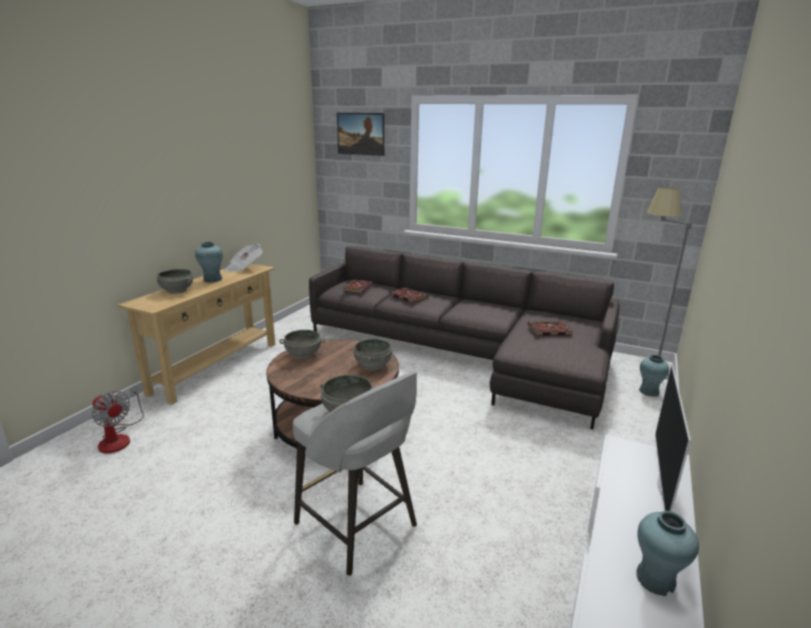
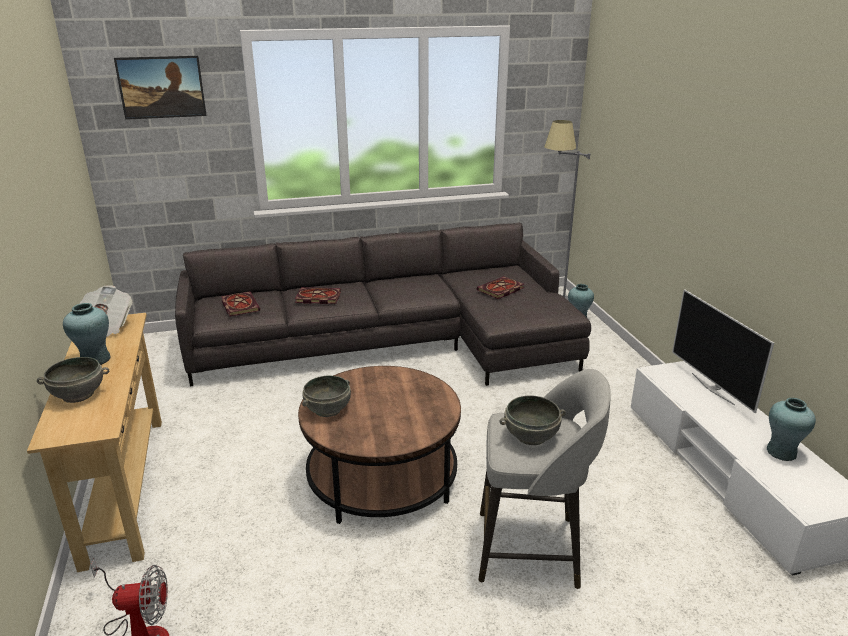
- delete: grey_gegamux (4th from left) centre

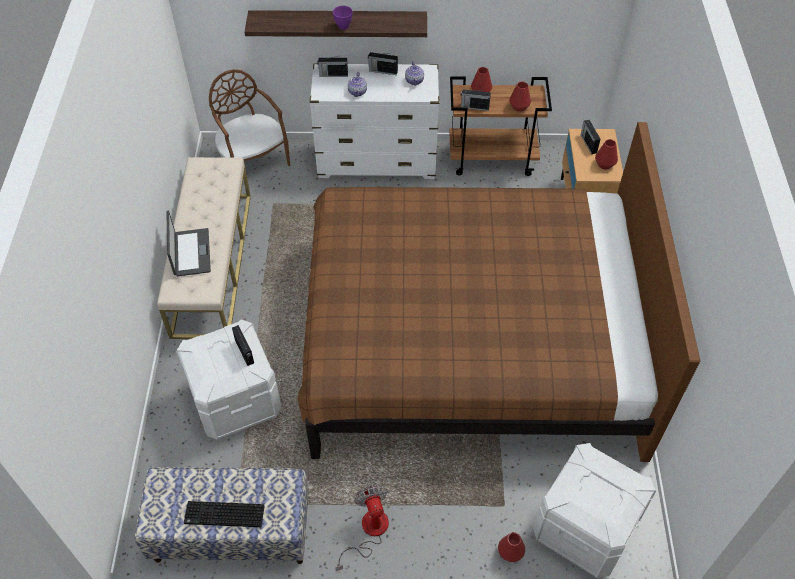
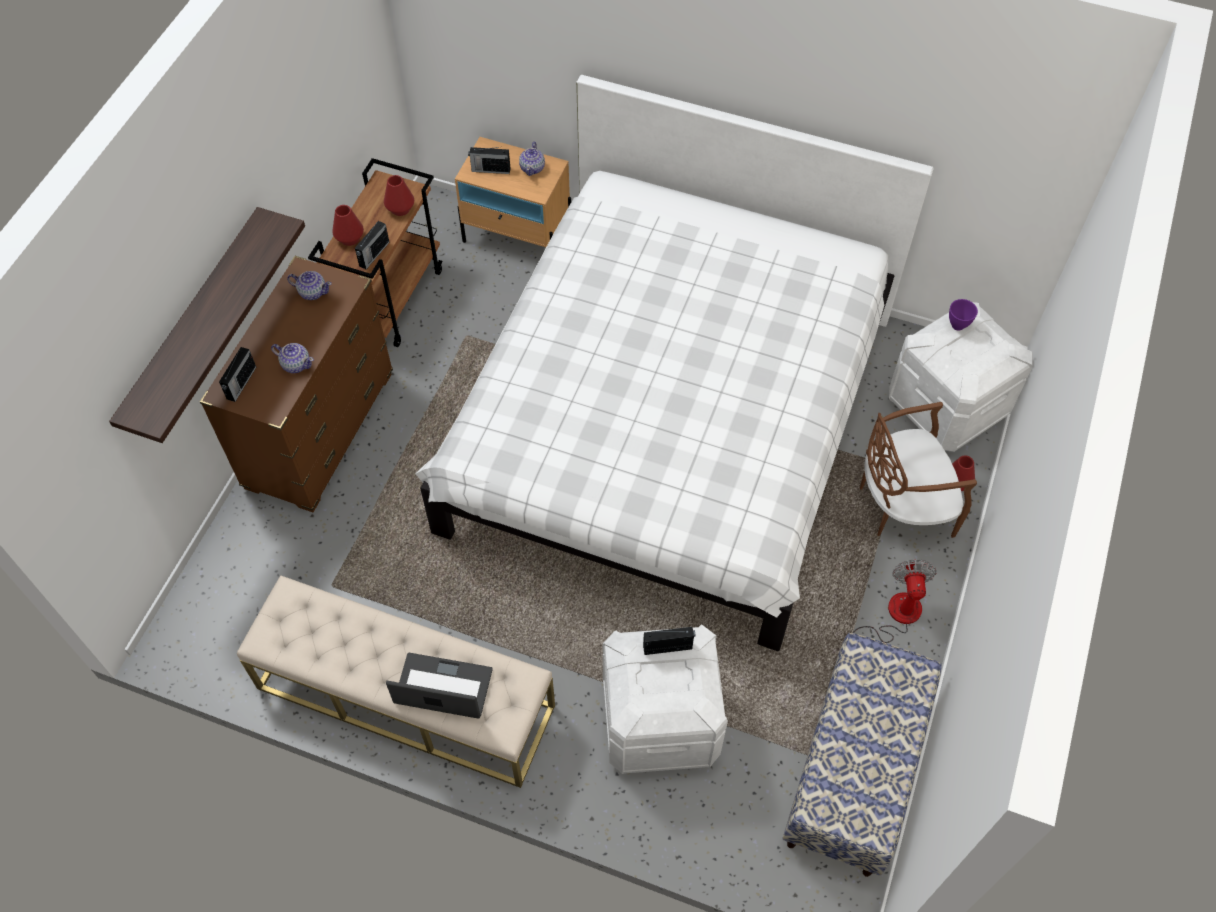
- delete: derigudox bottom left
- move: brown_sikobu top left to middle right
- recolor: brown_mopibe centre to white_mopibe centre
- recolor: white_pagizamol top centre to brown_pagizamol middle left
- move: purple_gegamux top centre to middle right
- rotate: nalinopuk bottom centre = middle right 90 degrees clockwise
- delete: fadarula (3rd from left) top centre
- replace: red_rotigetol (4th from left) top right to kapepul (3rd from left) top centre

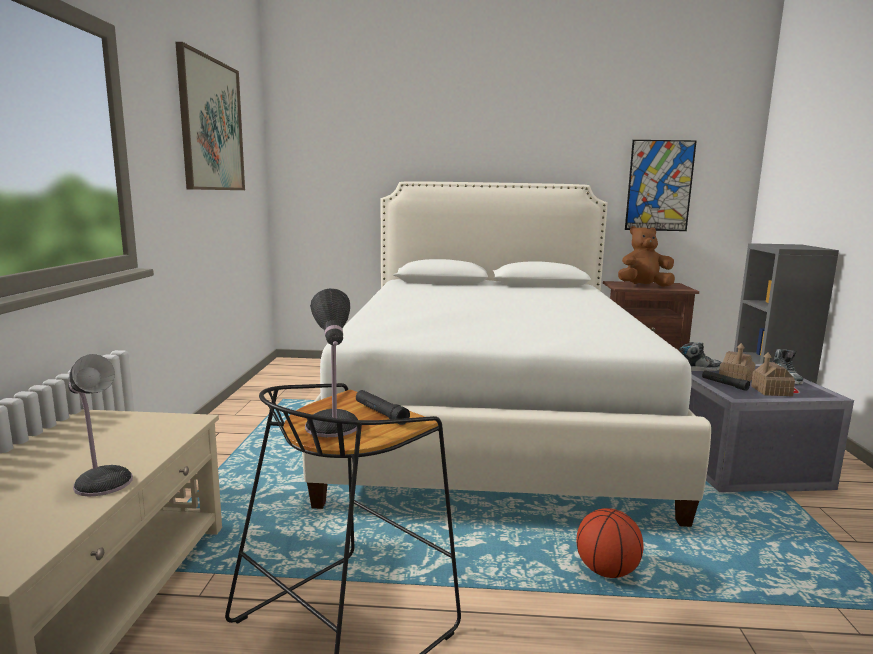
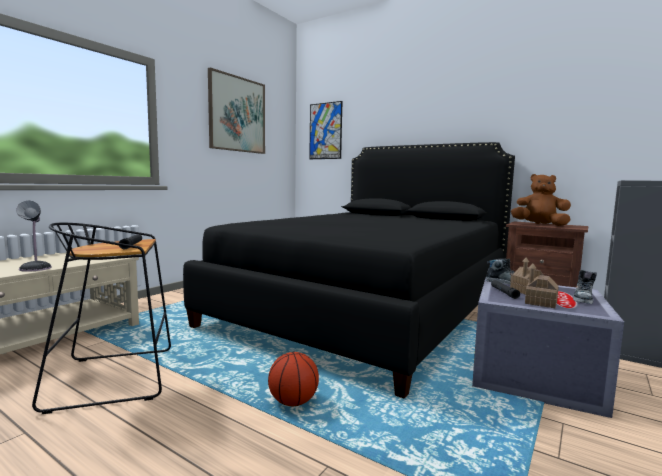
- recolor: white_mopibe centre to black_mopibe centre
- delete: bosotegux (2nd from left) centre
- move: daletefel (2nd from left) top right to top centre

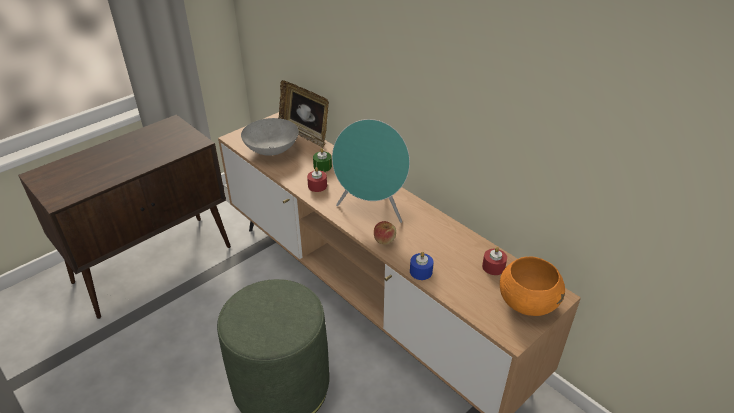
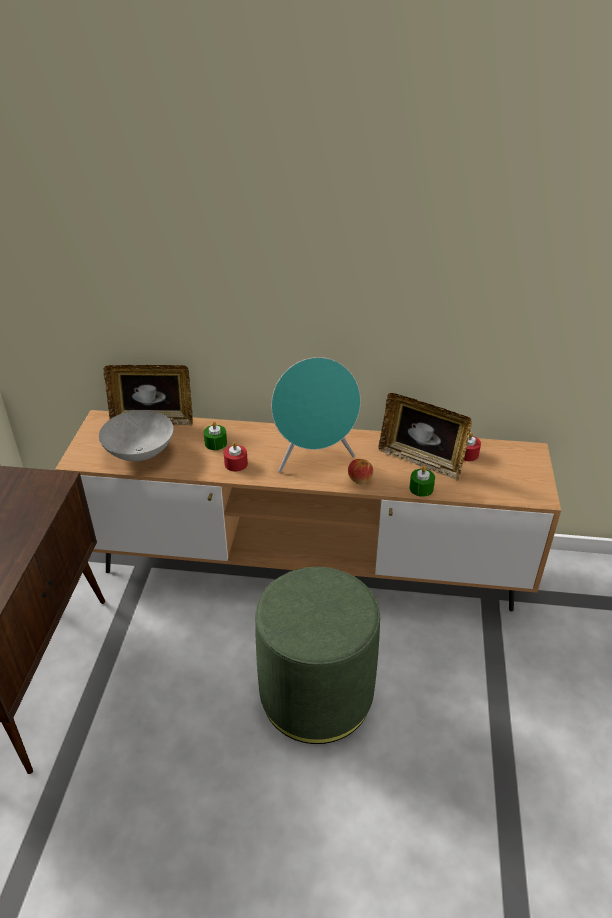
- recolor: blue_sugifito centre to green_sugifito (2nd from left) middle right
- delete: orange_gegamux bottom right
- insert: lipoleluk (2nd from left) middle right

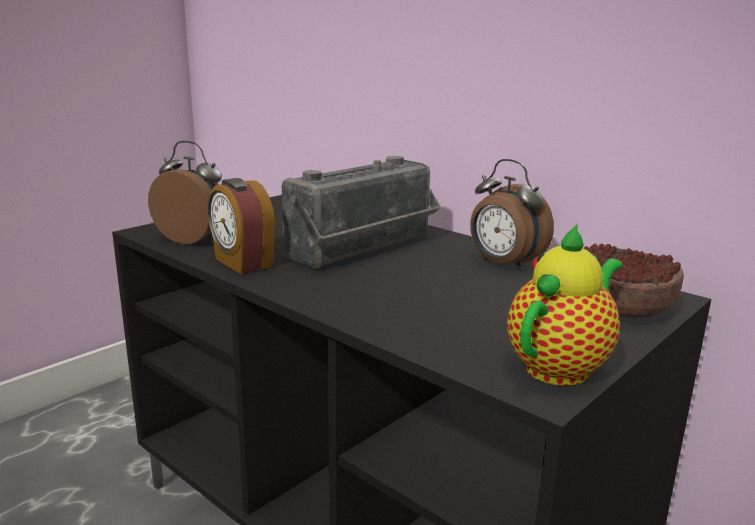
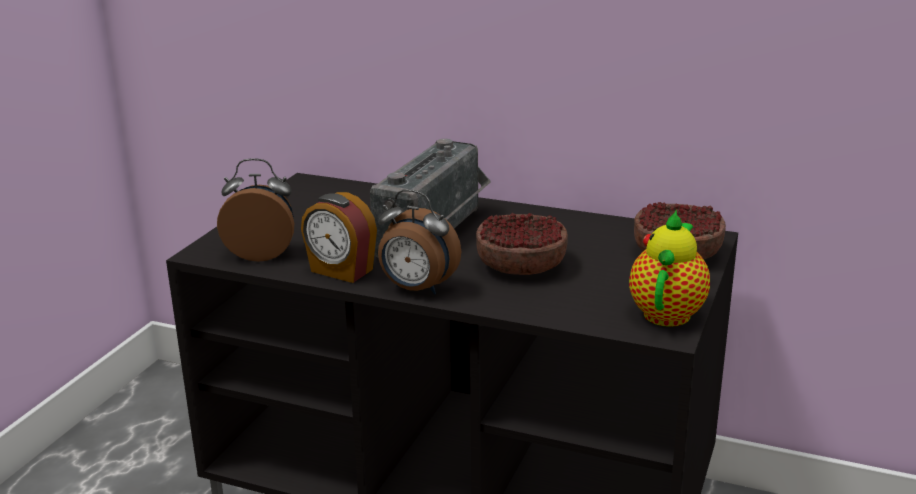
- move: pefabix (3rd from left) middle right to centre
- insert: gegamux (1st from left) centre

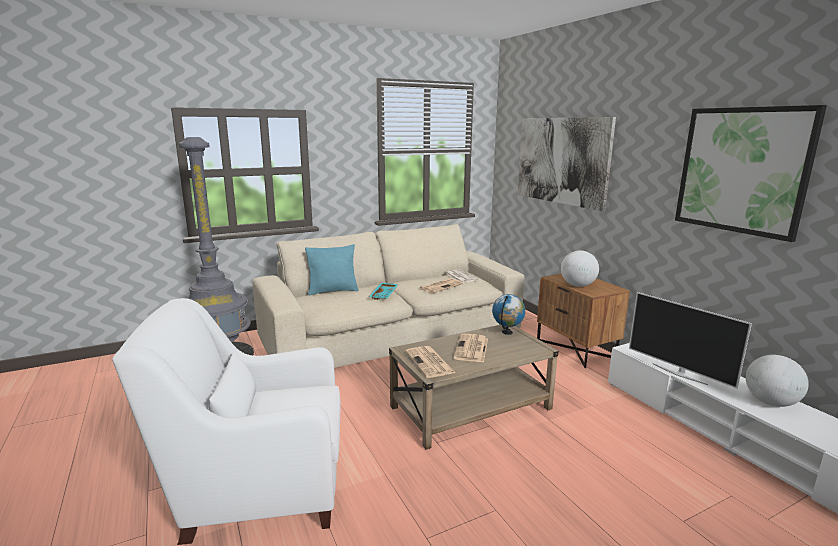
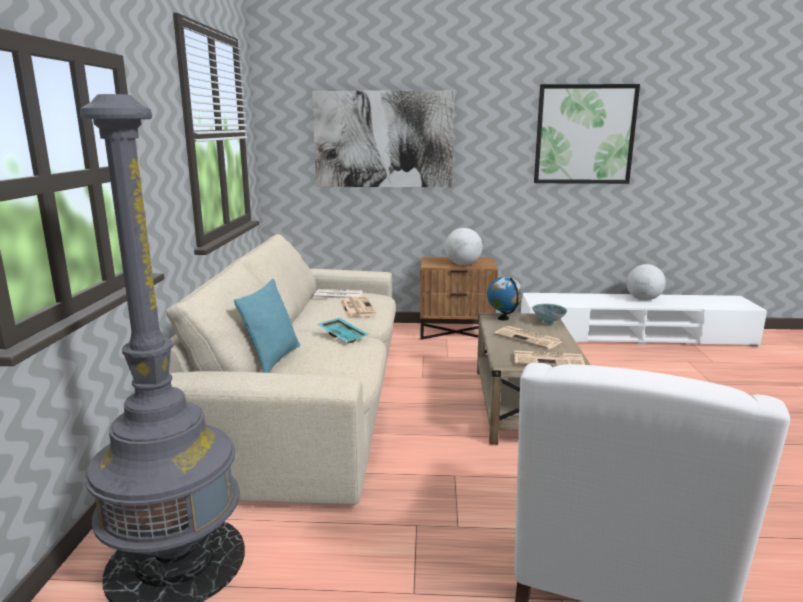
- delete: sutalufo middle right
- insert: gegamux middle right

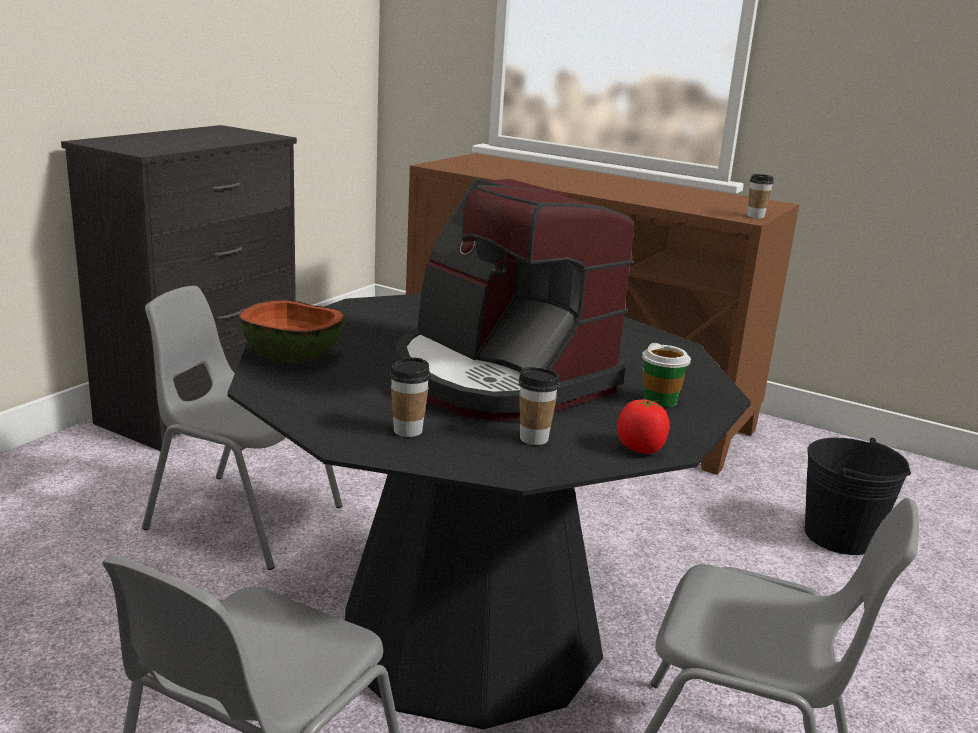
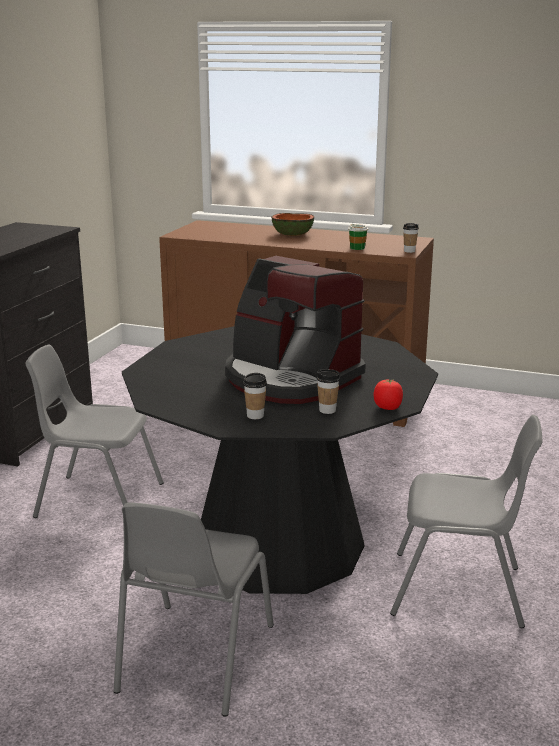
- move: gegamux middle left to top centre
- move: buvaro (3rd from left) middle right to top centre
- delete: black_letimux bottom right

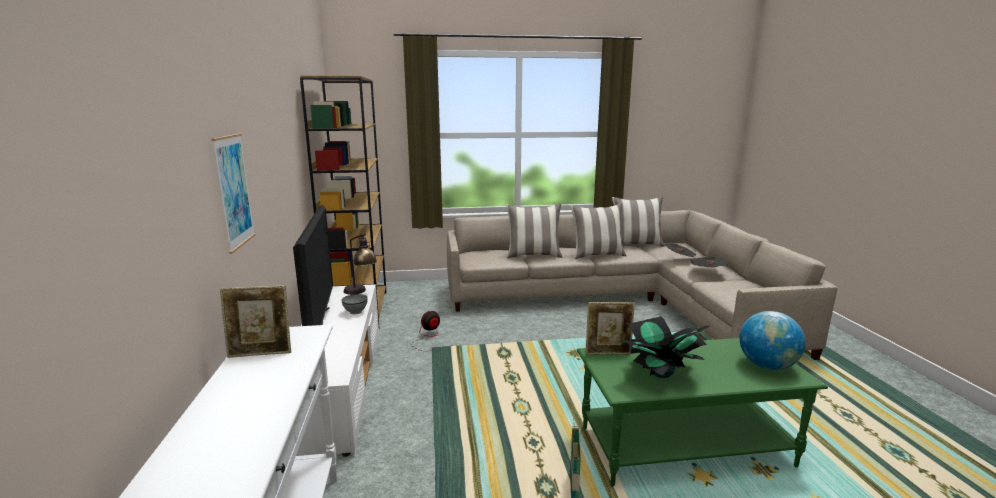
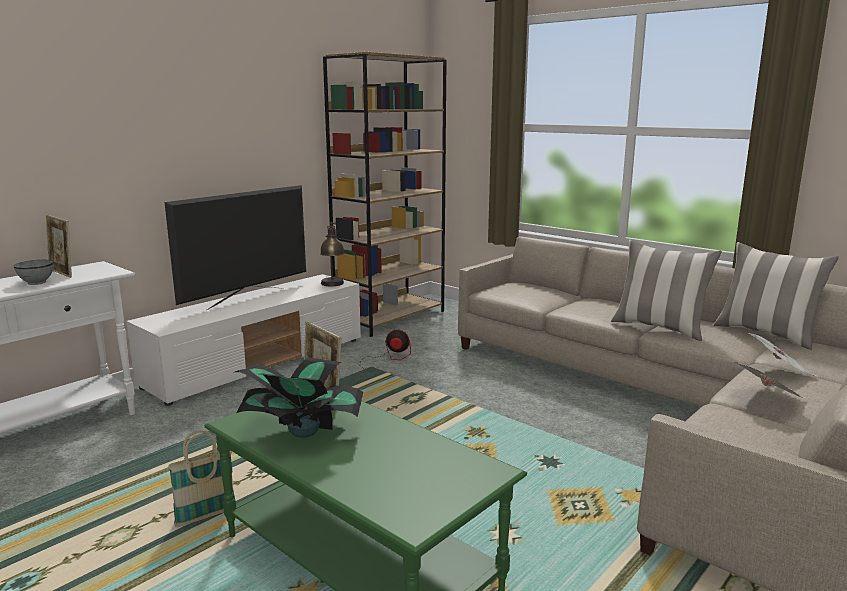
- delete: daletefel middle left
- move: grey_gegamux centre to middle left
- delete: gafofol (1st from left) centre
- delete: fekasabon bottom right

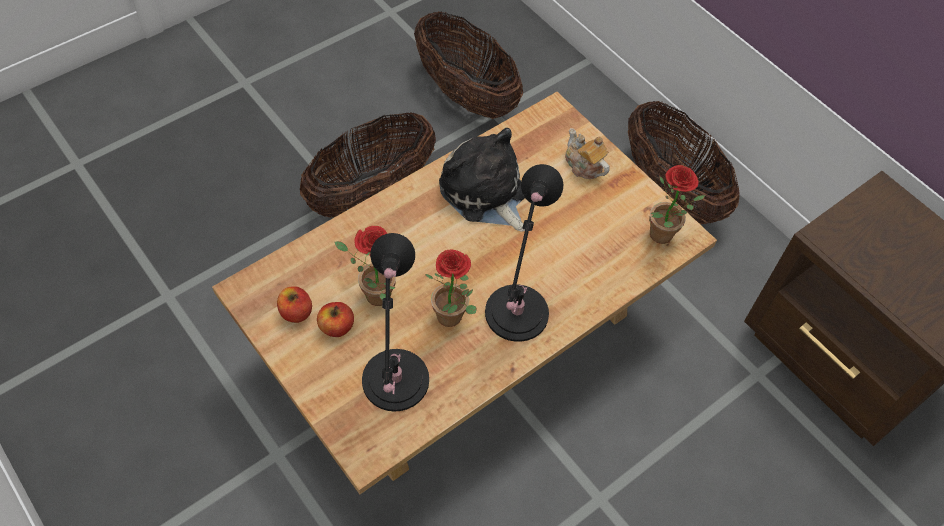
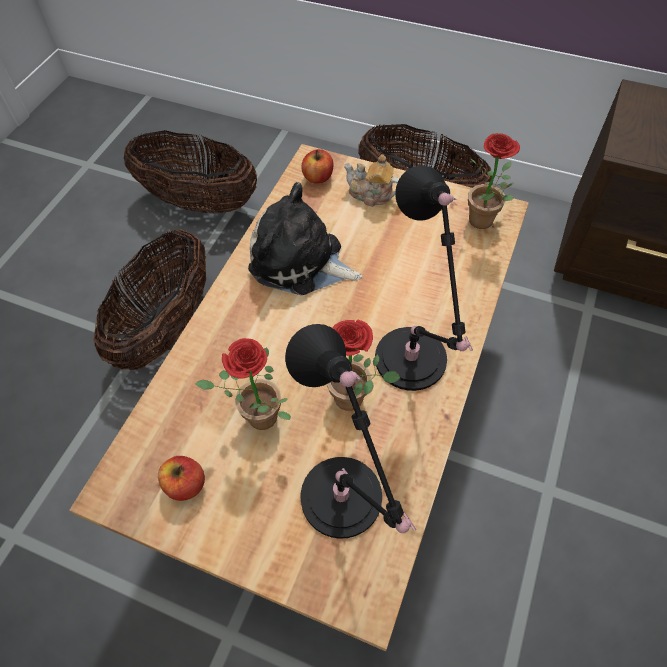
- move: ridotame (2nd from left) centre to top centre

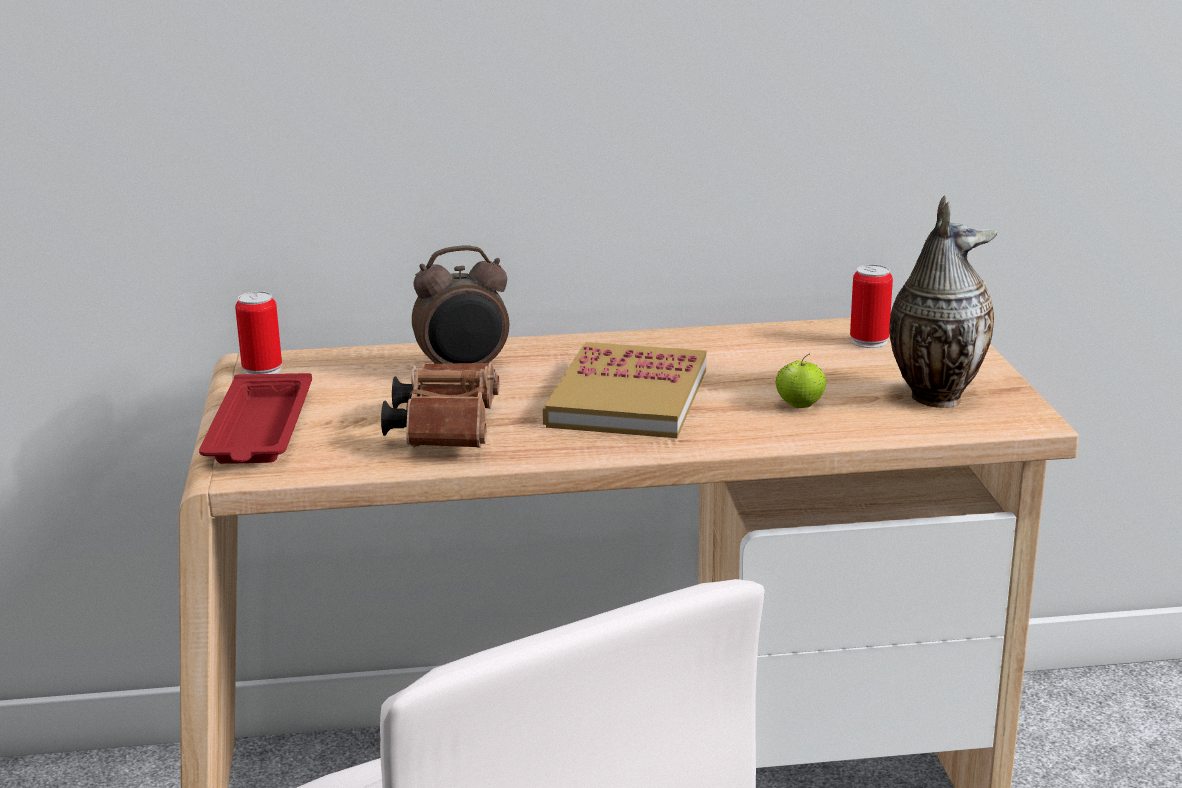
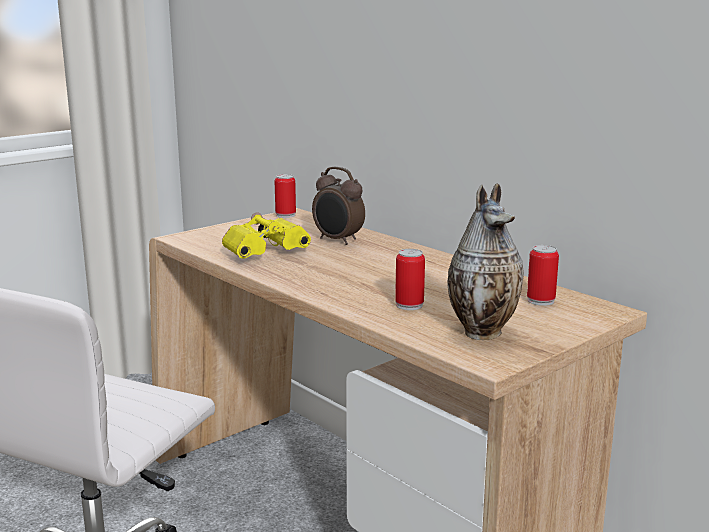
- delete: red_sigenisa middle left
- recolor: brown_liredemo centre to yellow_liredemo centre
- delete: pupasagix centre
- replace: ridotame middle right to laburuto (2nd from left) centre

